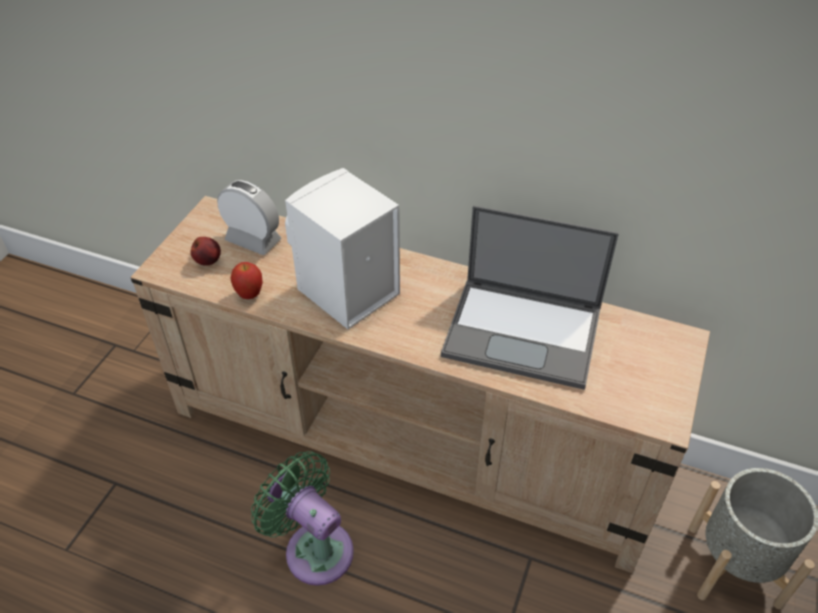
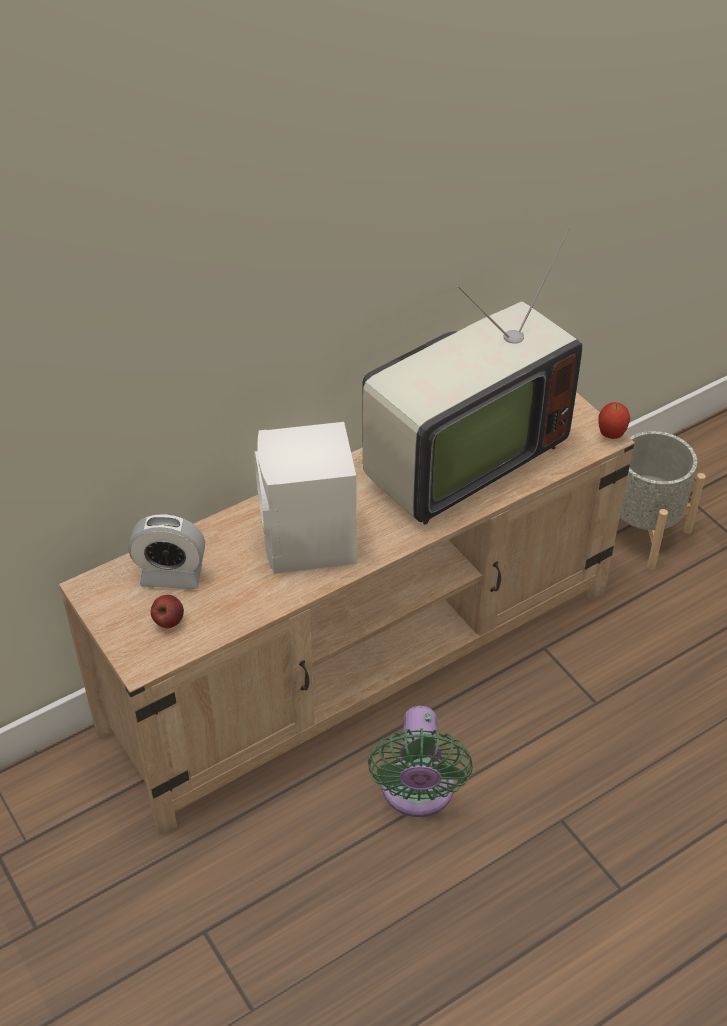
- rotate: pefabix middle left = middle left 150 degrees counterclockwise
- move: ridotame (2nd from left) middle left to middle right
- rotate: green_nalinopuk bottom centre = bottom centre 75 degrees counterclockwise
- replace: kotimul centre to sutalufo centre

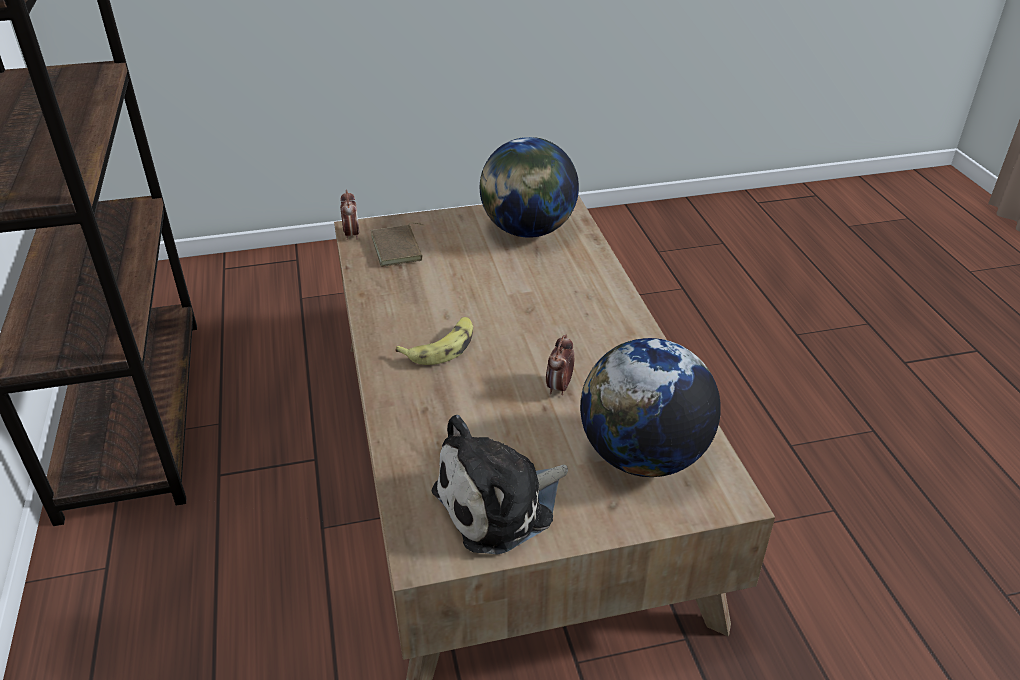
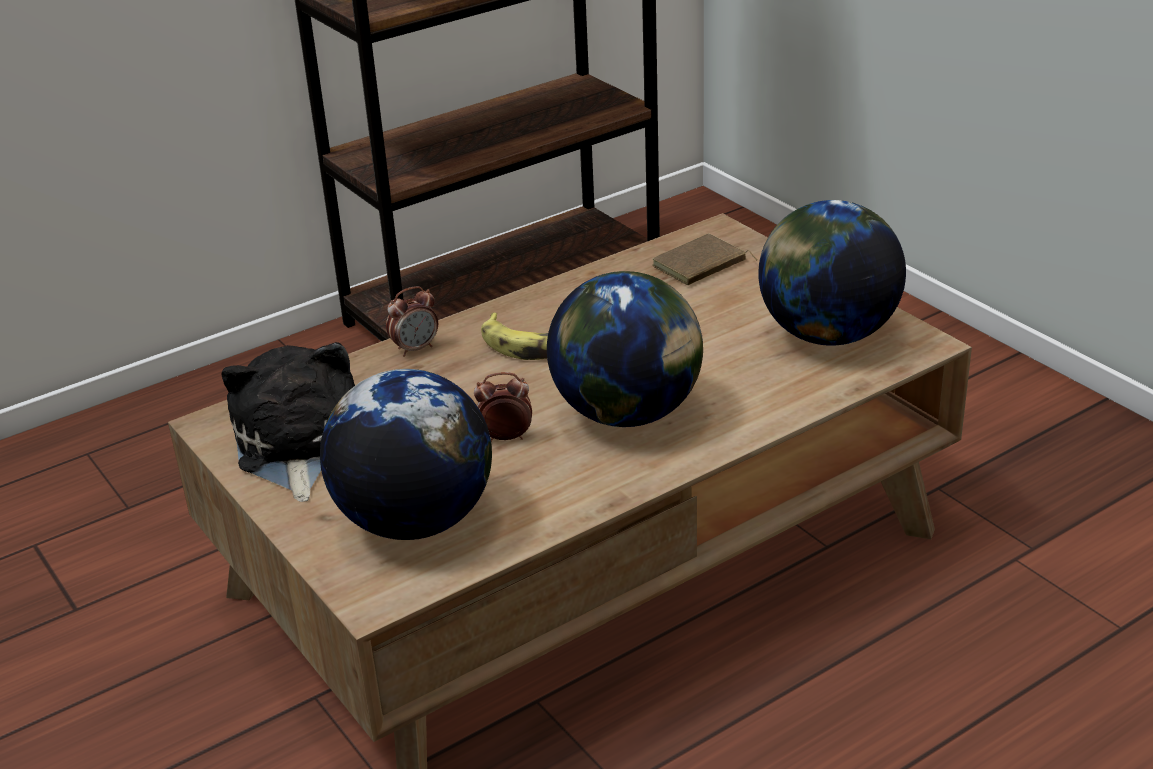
- move: pefabix (1st from left) top centre to centre
- rotate: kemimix bottom centre = middle left 45 degrees clockwise
- insert: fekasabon (2nd from left) centre

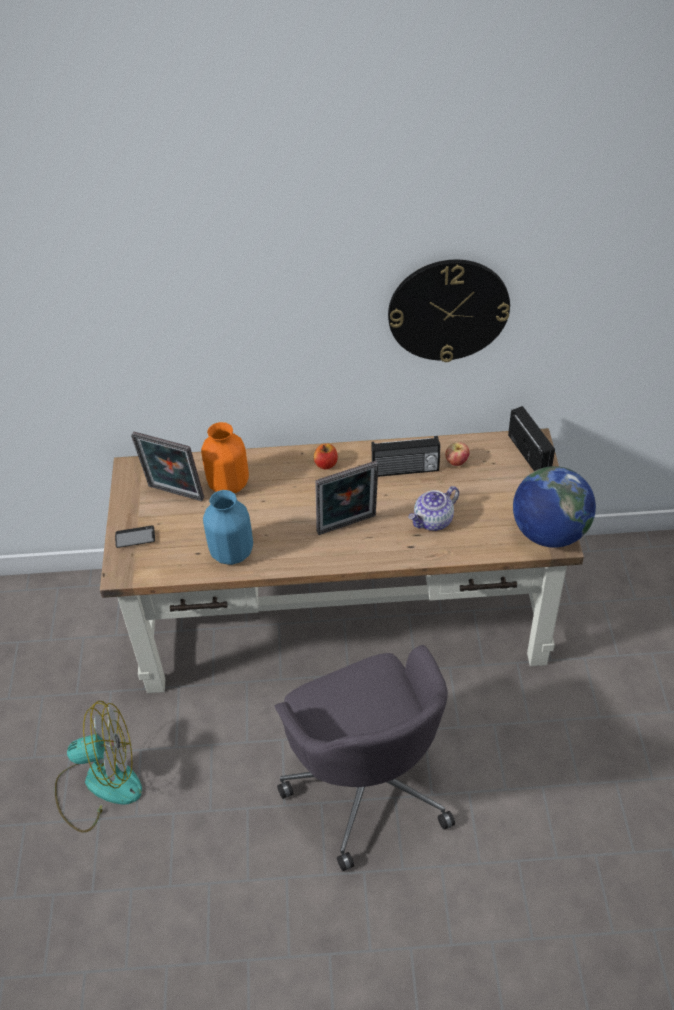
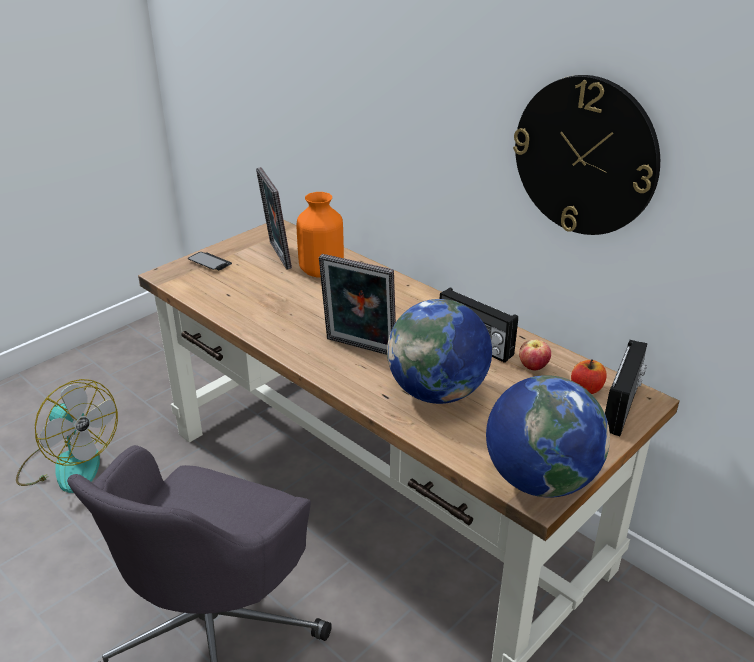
- delete: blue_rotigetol centre
- move: ridotame (1st from left in the first image) centre to ridotame (2nd from left) middle right
- replace: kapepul centre to fekasabon (1st from left) centre

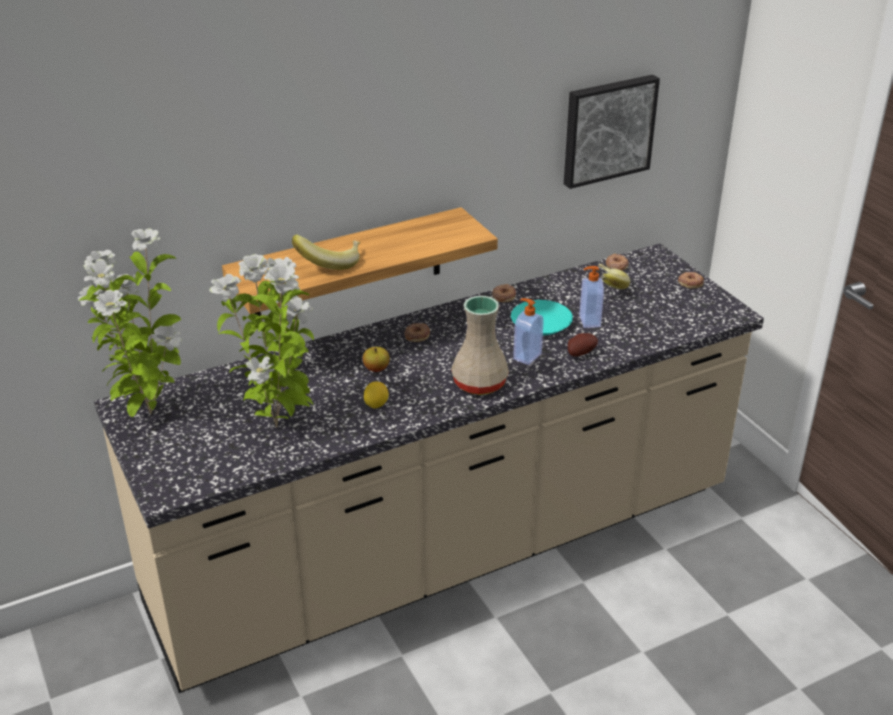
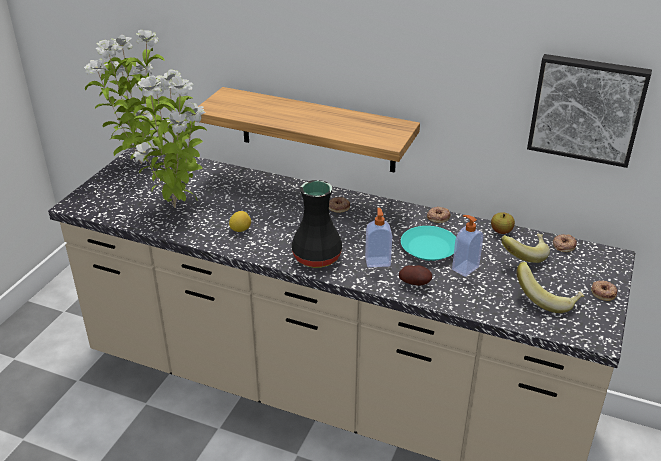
- move: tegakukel (1st from left in the first image) centre to tegakukel (2nd from left) middle right
- move: ridotame centre to middle right
- recolor: beige_rotigetol centre to black_rotigetol centre

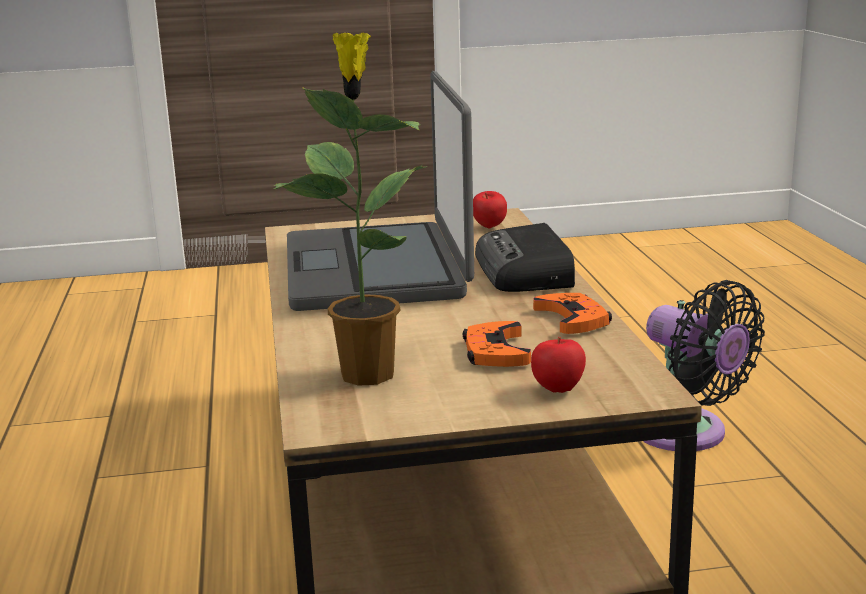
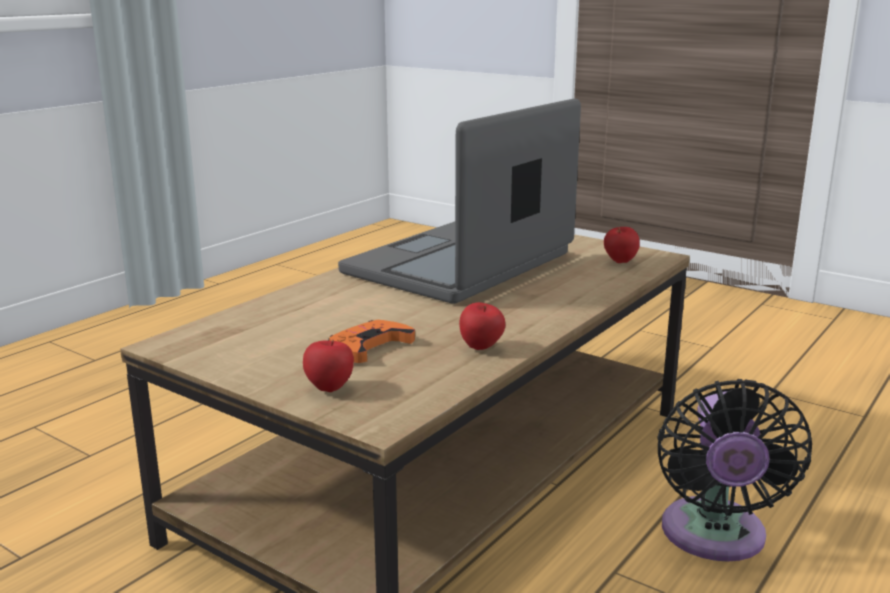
- delete: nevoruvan centre
- delete: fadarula centre
- replace: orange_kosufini (2nd from left) centre to ridotame (2nd from left) centre

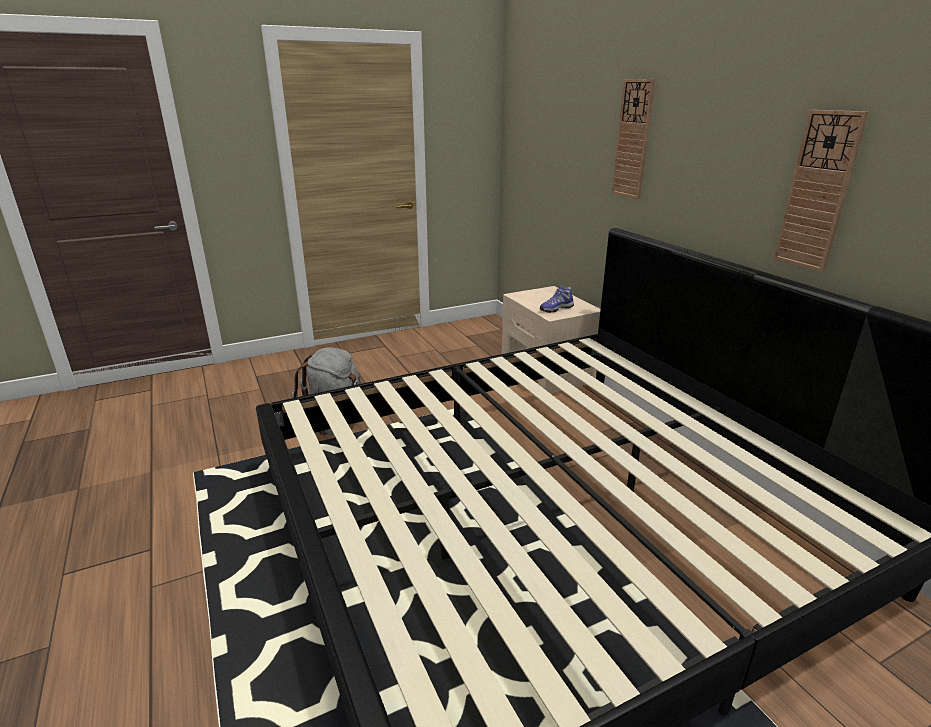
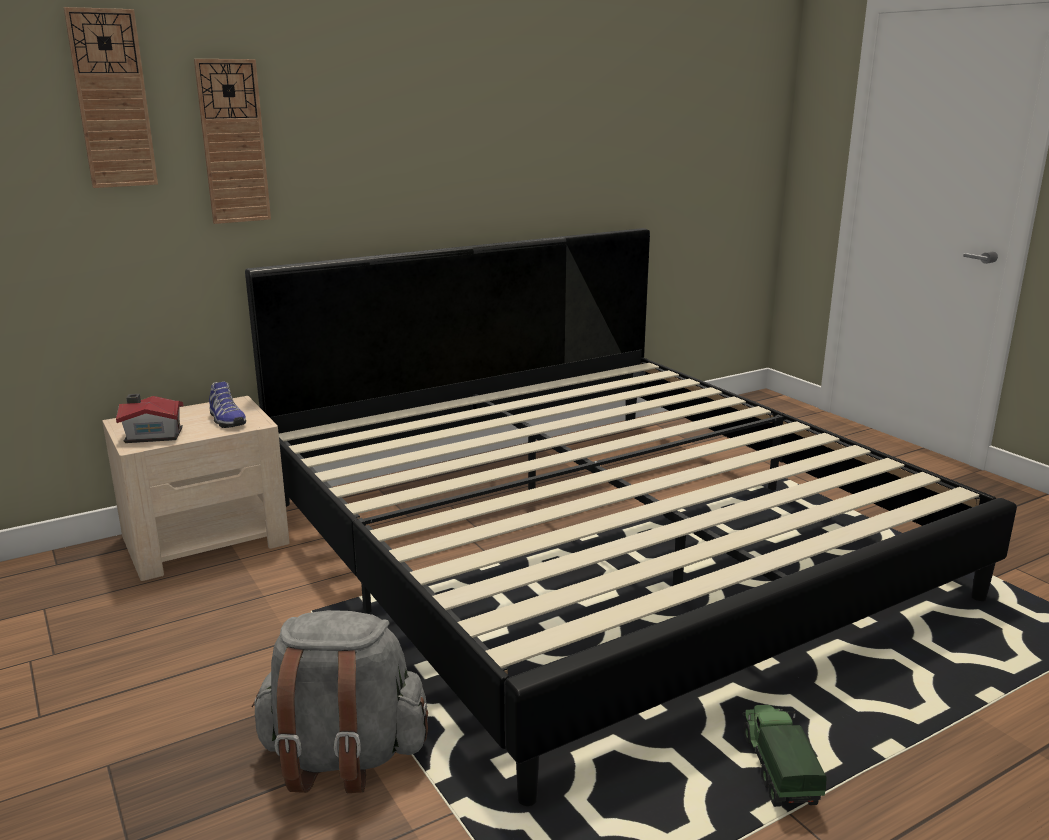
- move: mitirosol (2nd from left in the first image) top right to mitirosol (1st from left) top left
- insert: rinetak middle left
- insert: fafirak bottom right

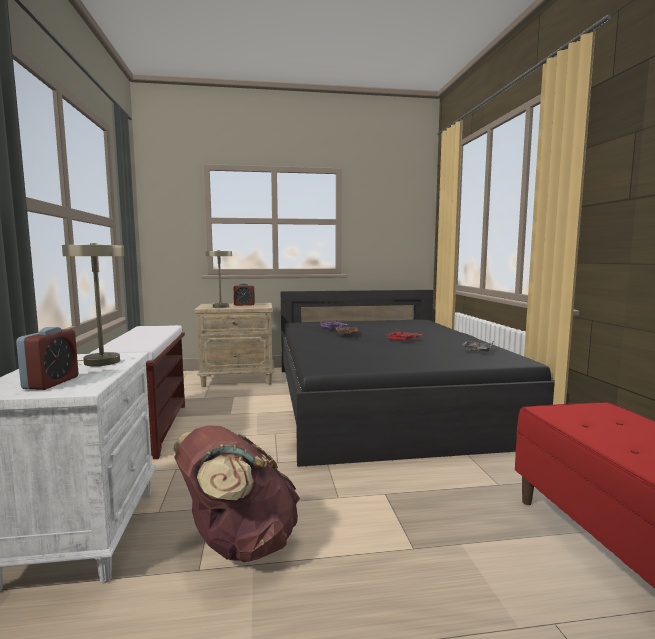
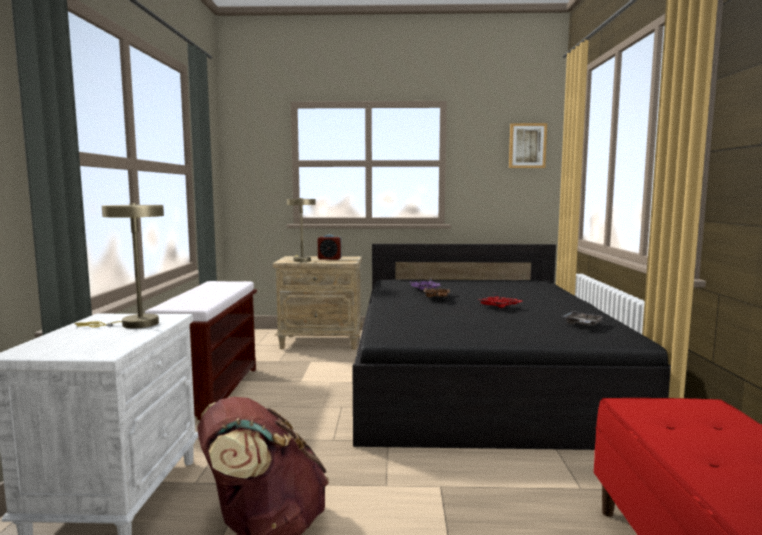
- delete: pefabix (1st from left) middle left
- insert: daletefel top right

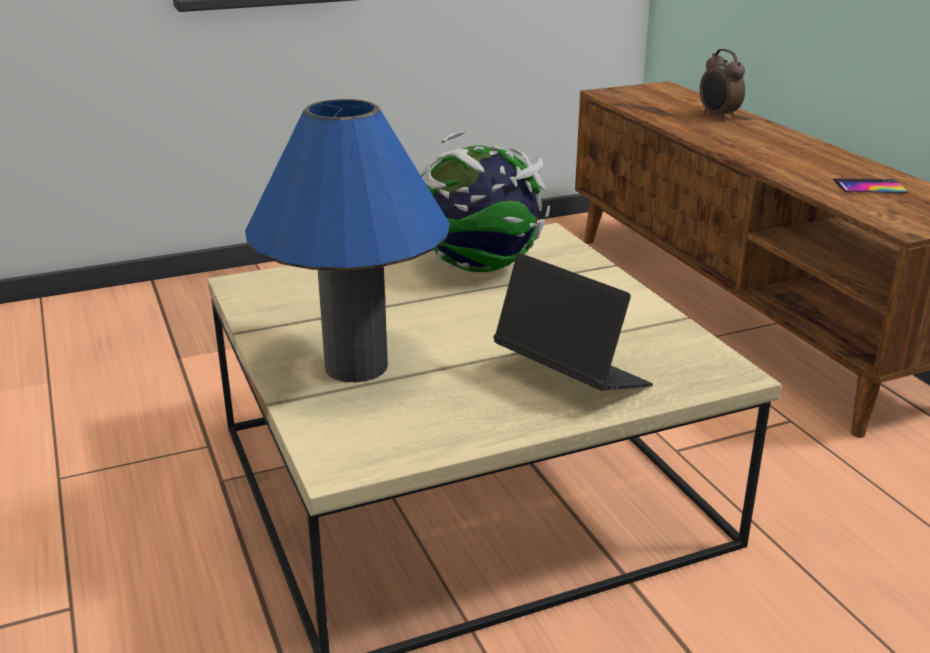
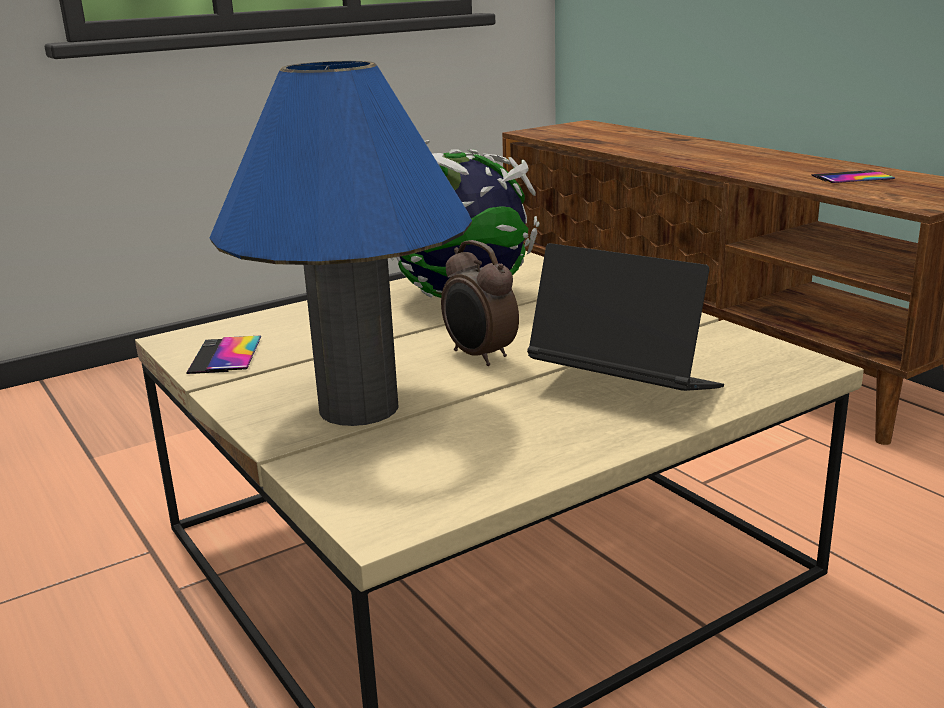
- move: pefabix top right to centre
- insert: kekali (1st from left) middle left

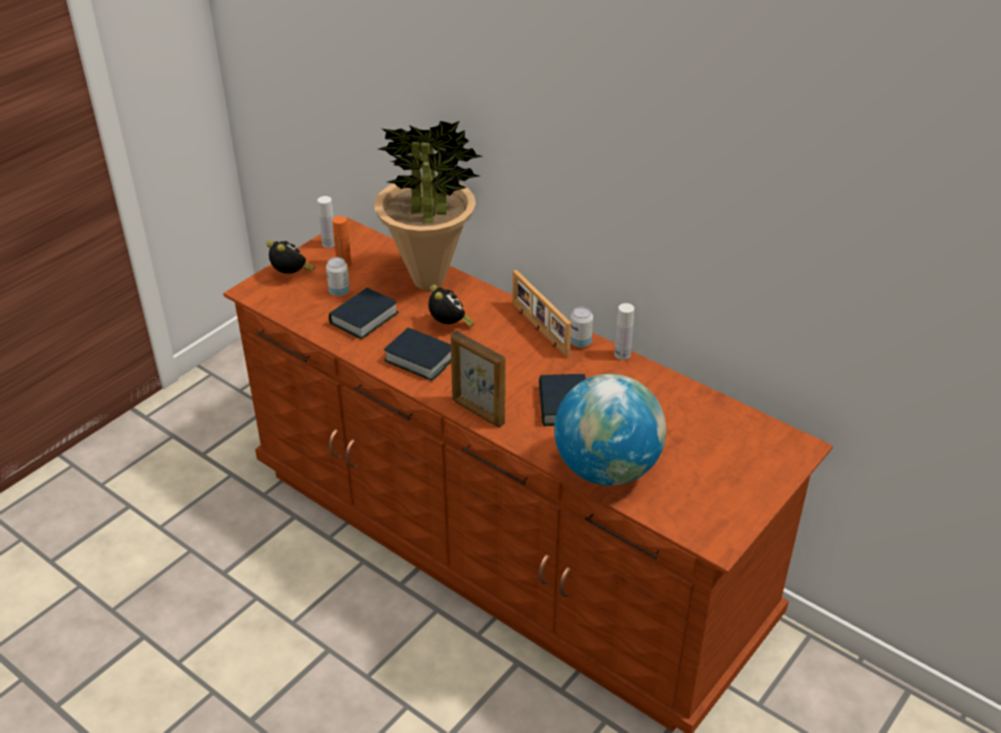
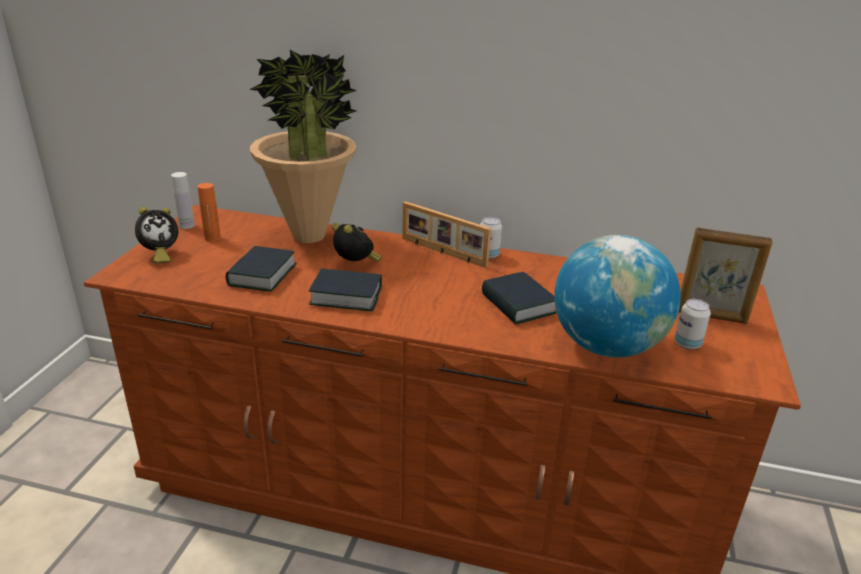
- rotate: pefabix (1st from left) middle left = middle left 120 degrees clockwise
- move: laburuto (1st from left in the first image) centre to laburuto (2nd from left) middle right
- move: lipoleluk (1st from left in the first image) centre to lipoleluk (2nd from left) middle right
- delete: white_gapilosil (2nd from left) centre

